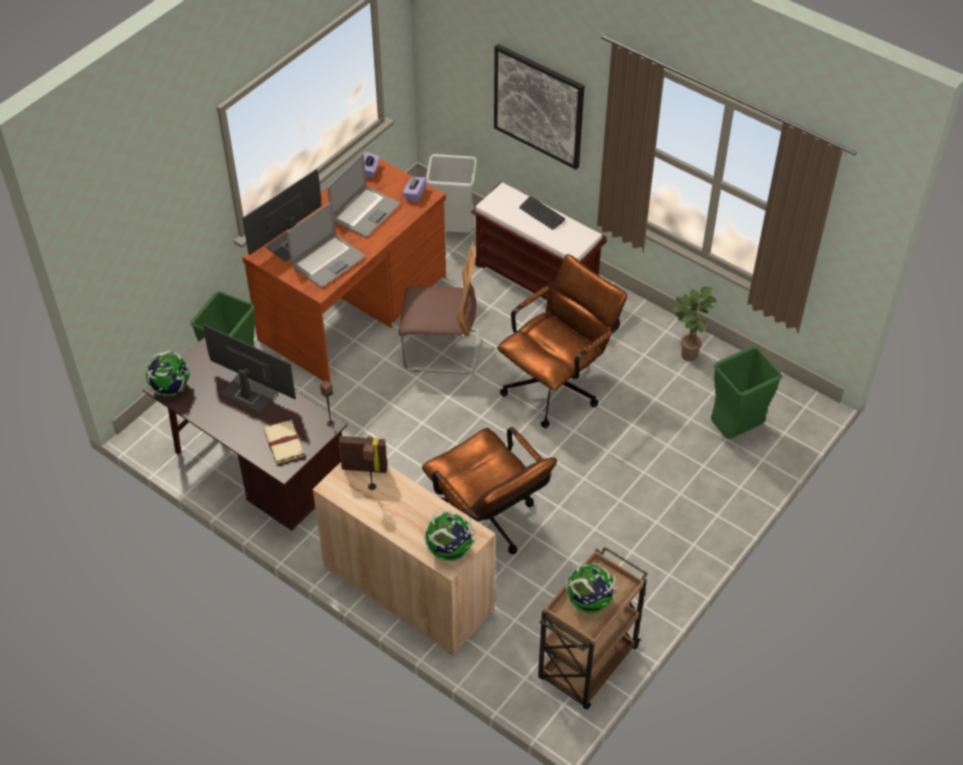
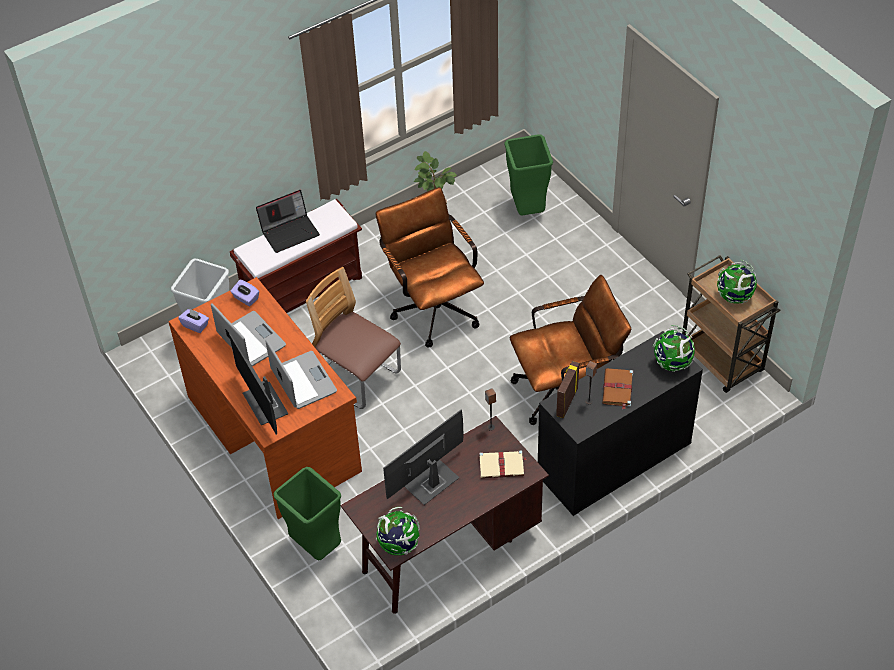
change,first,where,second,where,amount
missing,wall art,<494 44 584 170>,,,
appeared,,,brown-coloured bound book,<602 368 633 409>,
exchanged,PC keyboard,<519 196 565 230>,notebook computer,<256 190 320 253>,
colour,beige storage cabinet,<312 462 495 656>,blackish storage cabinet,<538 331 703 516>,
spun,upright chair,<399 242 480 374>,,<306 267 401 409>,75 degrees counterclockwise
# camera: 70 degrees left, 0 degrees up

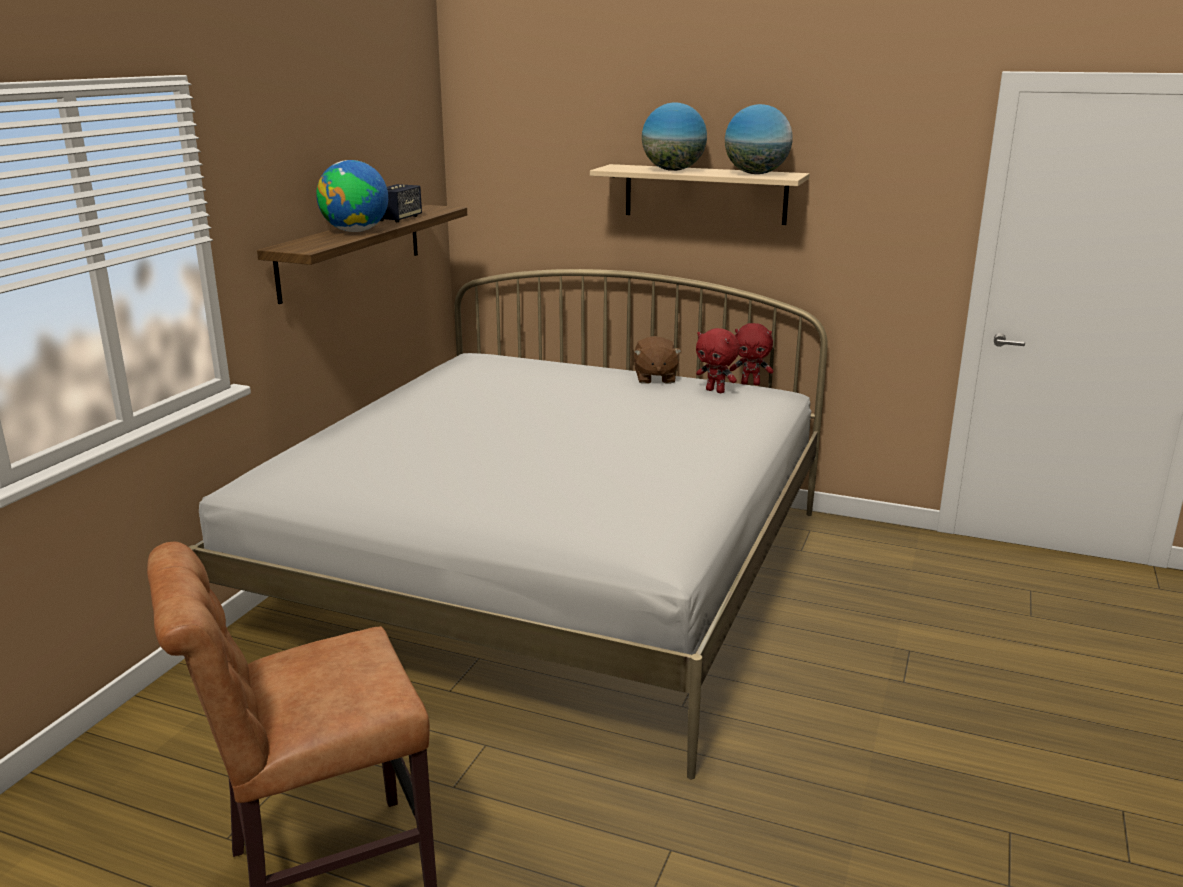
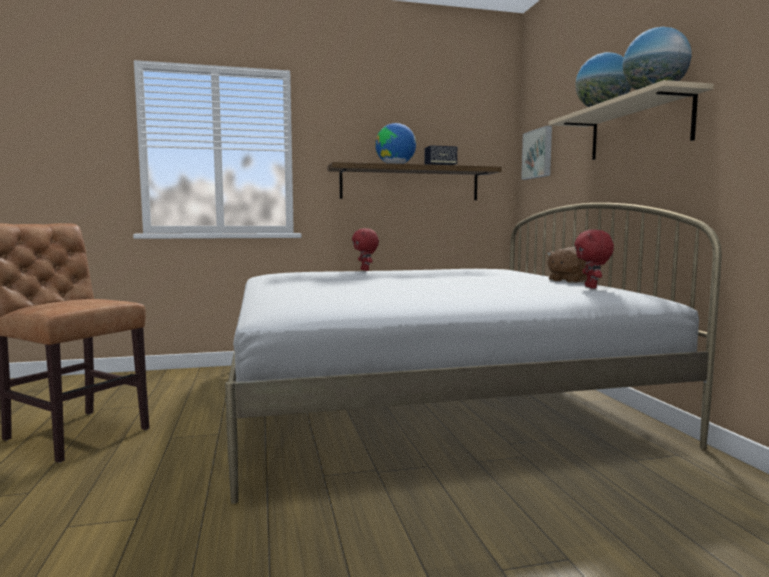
change,first,where,second,where,amount
appeared,,,wall art,<521 126 552 180>,
relocated,red plush toy,<730 323 773 385>,,<352 228 379 271>,
# camera: 55 degrees right, 15 degrees down

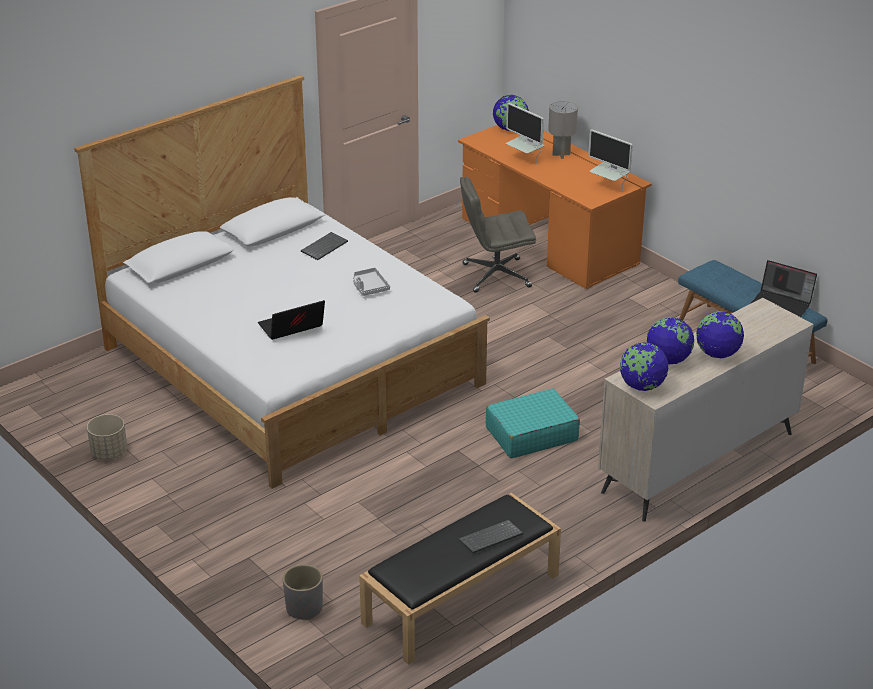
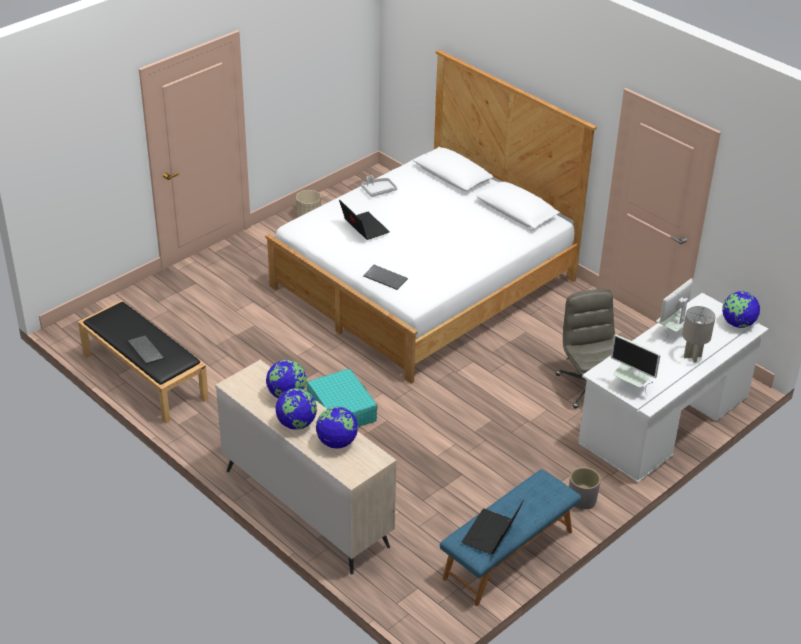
change,first,where,second,where,amount
relocated,gray planter,<283 564 323 620>,,<569 467 601 509>,
relocated,PC keyboard,<301 232 348 260>,,<363 265 408 290>,
relocated,gray tray,<353 267 390 296>,,<361 175 397 197>,
relocated,world globe,<620 343 668 391>,,<316 406 358 448>,
colour,orange desk table,<458 125 652 289>,white-coloured desk table,<578 293 768 483>,
spun,computer display,<588 129 633 192>,,<611 334 661 392>,90 degrees counterclockwise
# camera: 85 degrees right, 5 degrees up

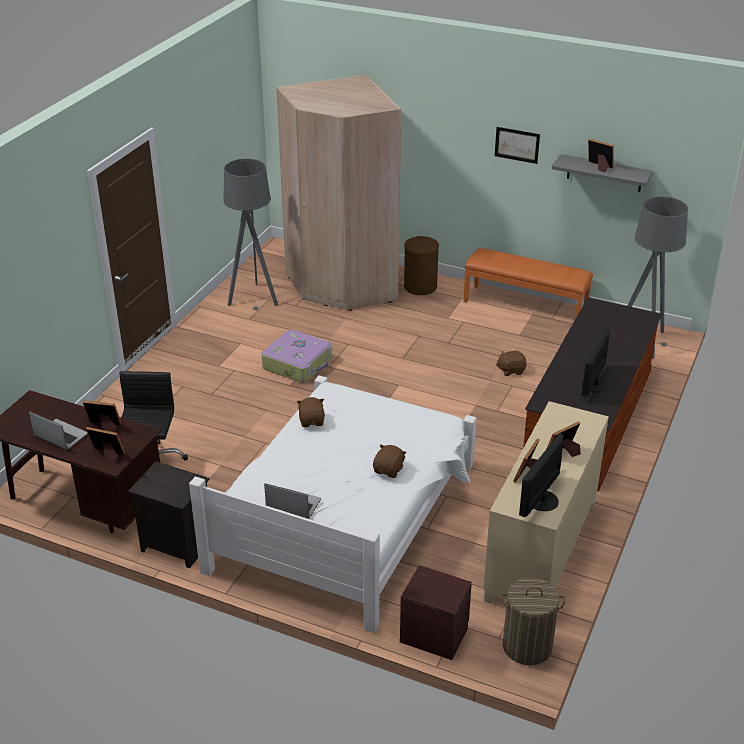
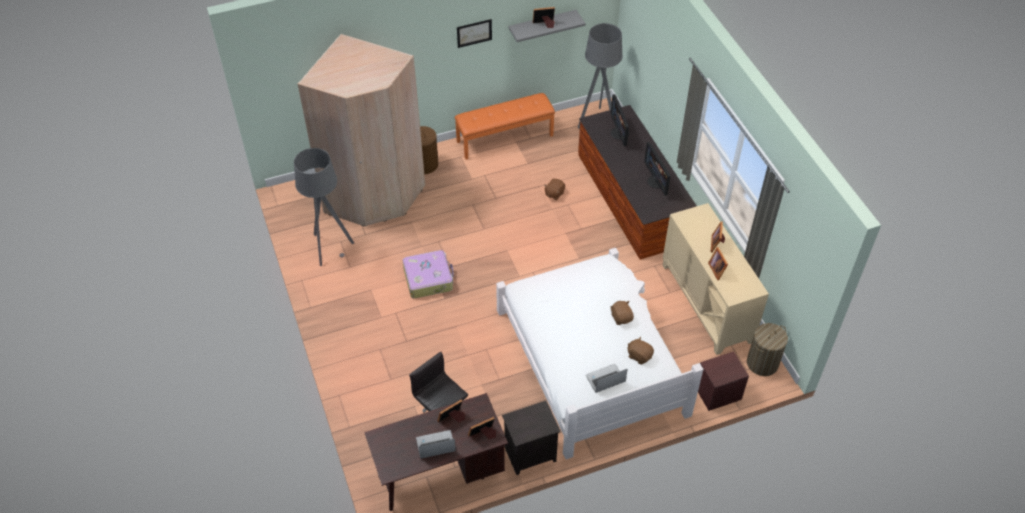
change,first,where,second,where,amount
relocated,brown-coloured plush toy,<297 397 325 427>,,<628 337 654 365>,
relocated,computer display,<519 433 564 517>,,<611 94 629 146>,
# camera: 45 degrees left, 15 degrees up

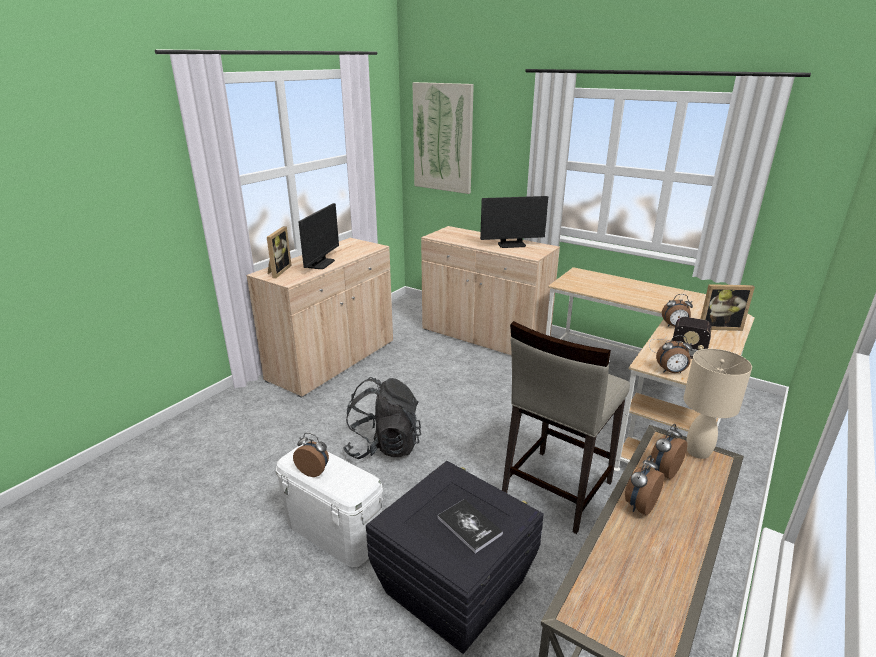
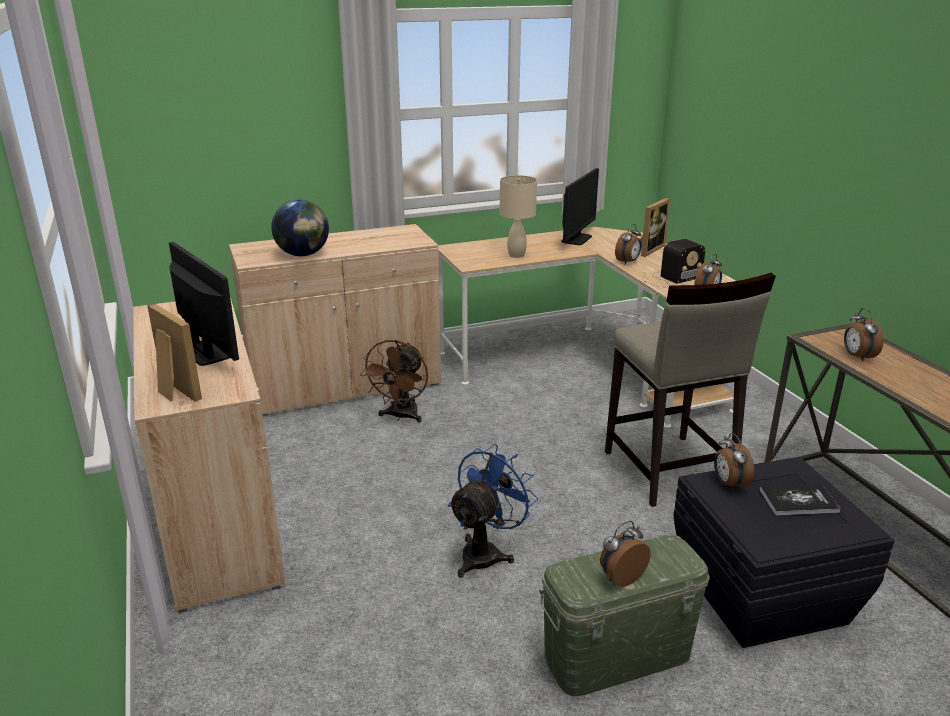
change,first,where,second,where,amount
missing,wall art,<412 82 474 194>,,,
appeared,,,world globe,<271 200 329 256>,
appeared,,,brown-coloured fan,<360 340 428 423>,
relocated,computer display,<480 196 548 248>,,<561 168 599 245>,
relocated,bedside clock,<625 455 664 515>,,<714 433 754 491>,
relocated,beige table lamp,<683 349 752 459>,,<500 175 537 258>,
exchanged,blackish knapsack,<343 377 421 459>,blue fan,<448 444 538 578>,
colour,white-coloured storage container,<276 443 383 567>,greenish storage container,<539 534 710 697>,
# camera: 55 degrees left, 0 degrees up

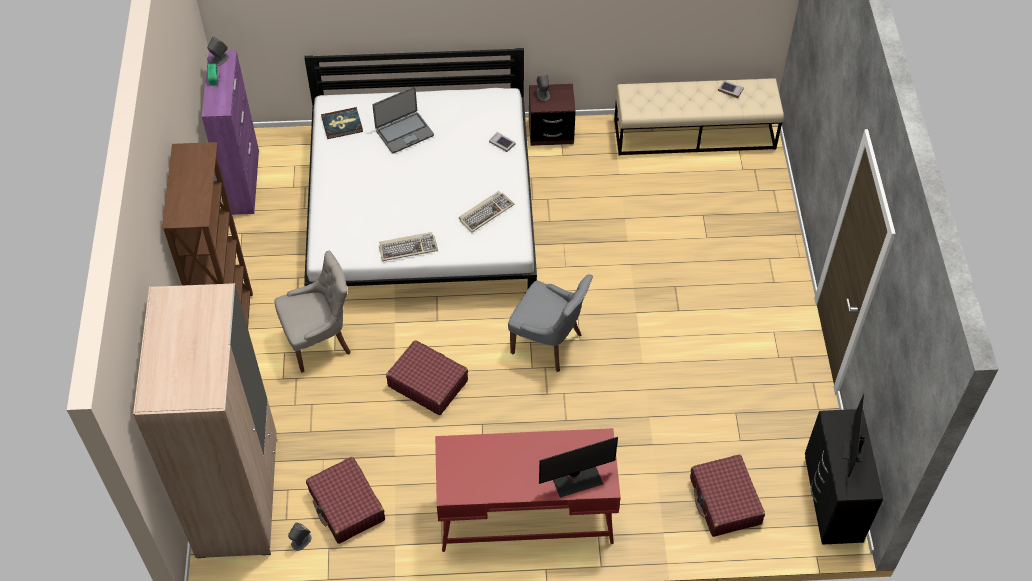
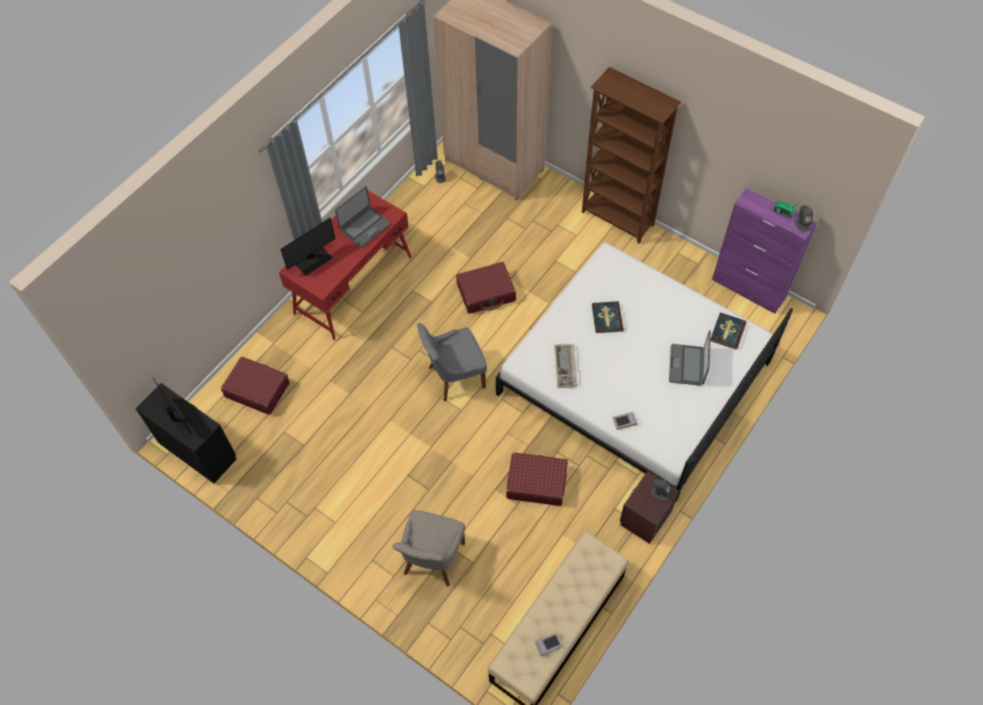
change,first,where,second,where,amount
missing,PC keyboard,<379 232 438 261>,,,
appeared,,,notebook computer,<335 186 391 248>,
appeared,,,bound book,<592 301 624 333>,
relocated,gray upright chair,<274 251 350 373>,,<392 510 465 587>,
relocated,red piece of luggage,<306 457 385 544>,,<506 453 568 506>,
spun,computer display,<539 437 618 498>,,<280 218 335 276>,150 degrees counterclockwise
# camera: 130 degrees right, 5 degrees up

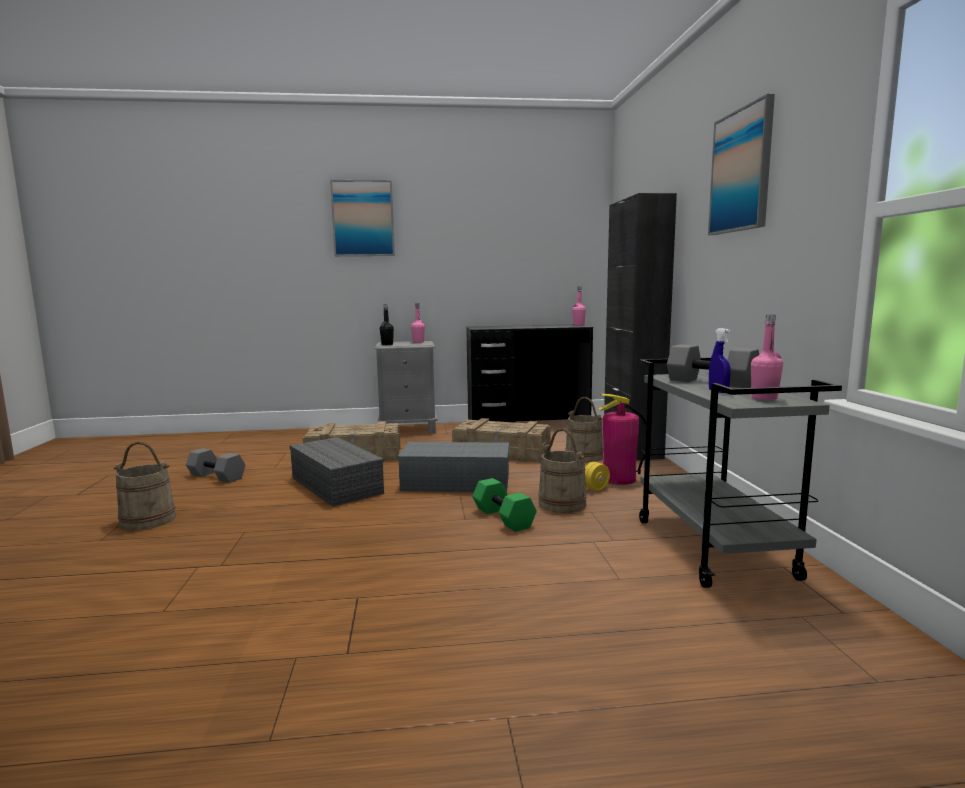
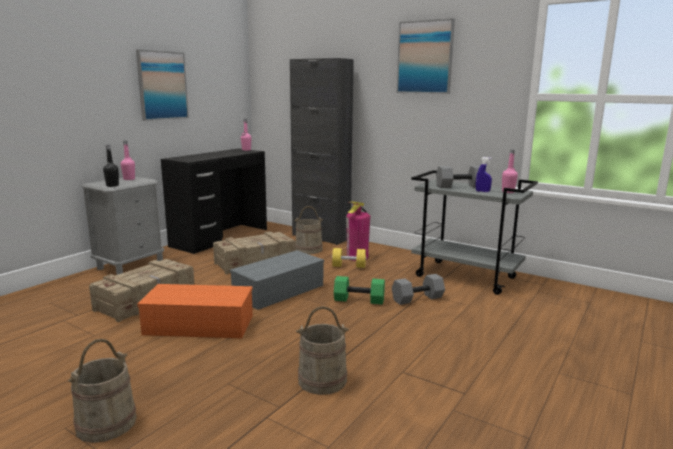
change,first,where,second,where,amount
relocated,gray dumbbell,<186 448 246 483>,,<392 274 445 305>,
relocated,wall art,<330 180 395 256>,,<136 49 189 121>,
relocated,beige pail,<538 428 587 513>,,<296 306 349 395>,
colour,gray storage container,<290 437 384 507>,orange storage container,<137 284 253 338>,
# camera: 50 degrees left, 5 degrees up

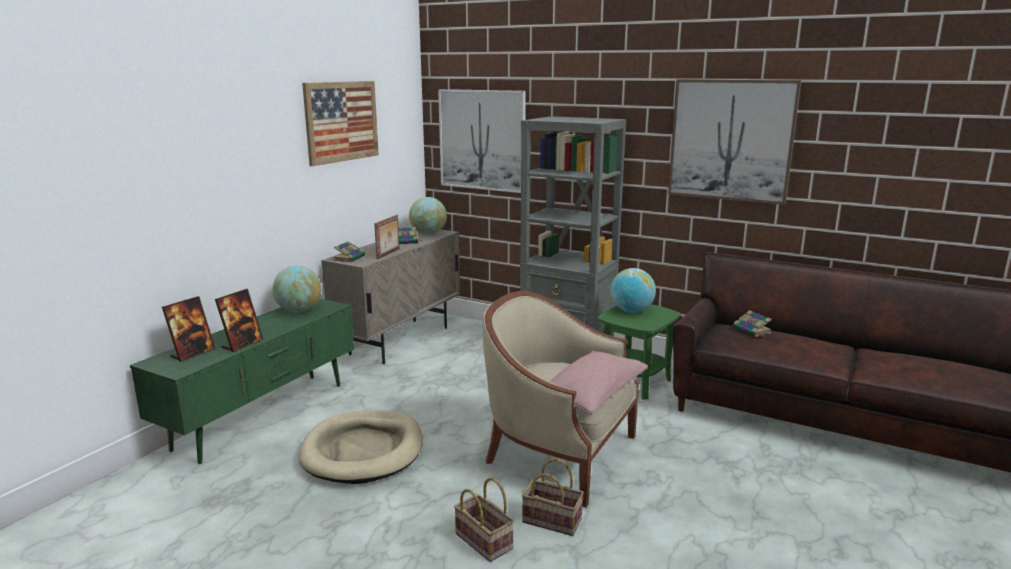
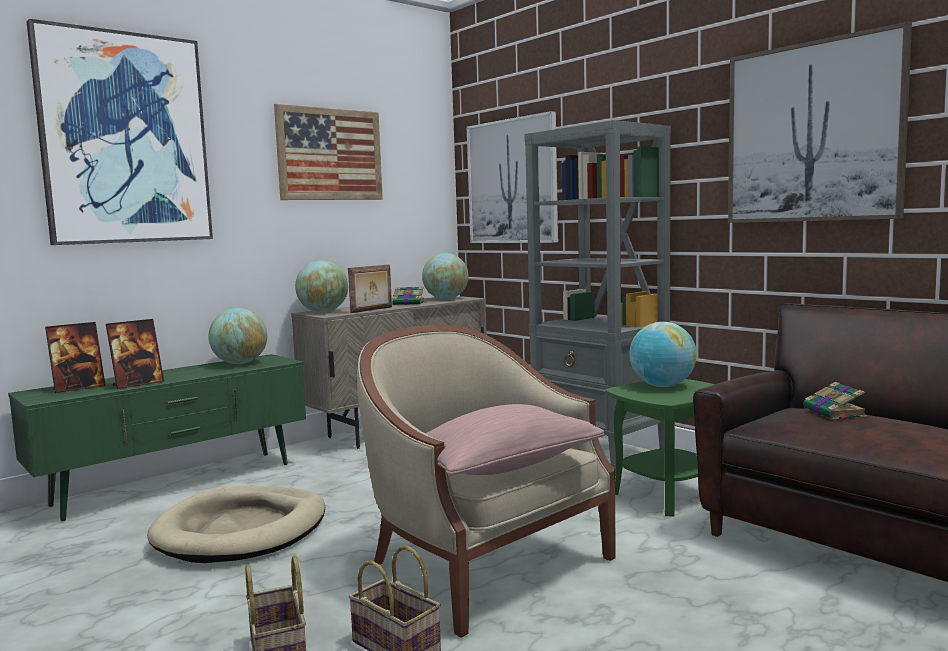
change,first,where,second,where,amount
appeared,,,wall art,<27 19 213 245>,
exchanged,bound book,<333 241 365 262>,world globe,<295 260 348 312>,
# camera: 20 degrees right, 10 degrees down

